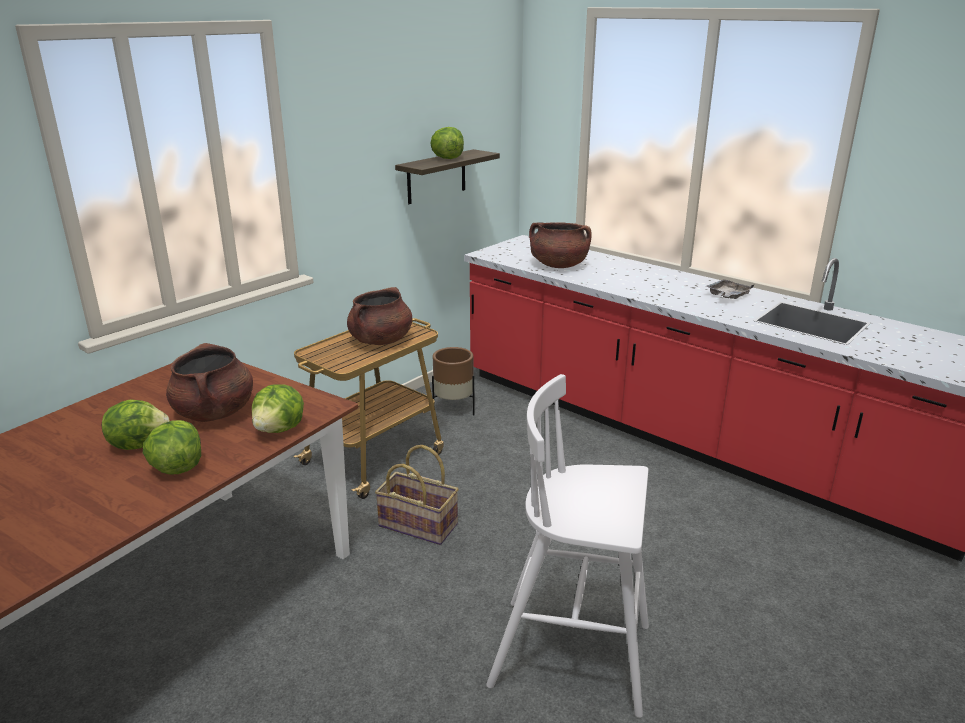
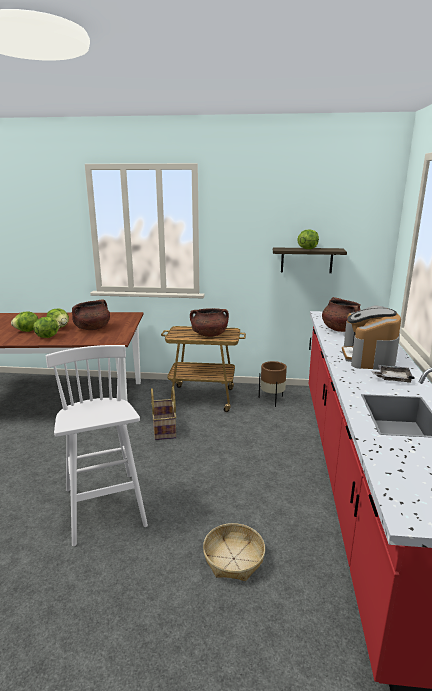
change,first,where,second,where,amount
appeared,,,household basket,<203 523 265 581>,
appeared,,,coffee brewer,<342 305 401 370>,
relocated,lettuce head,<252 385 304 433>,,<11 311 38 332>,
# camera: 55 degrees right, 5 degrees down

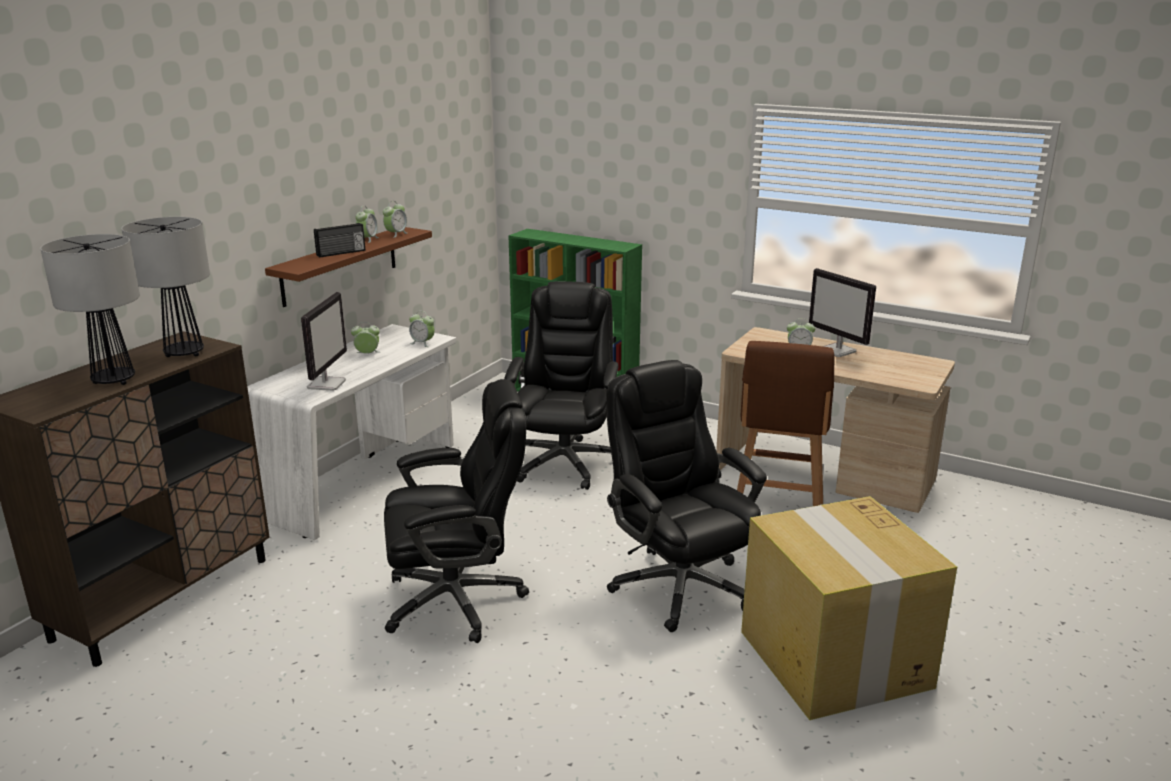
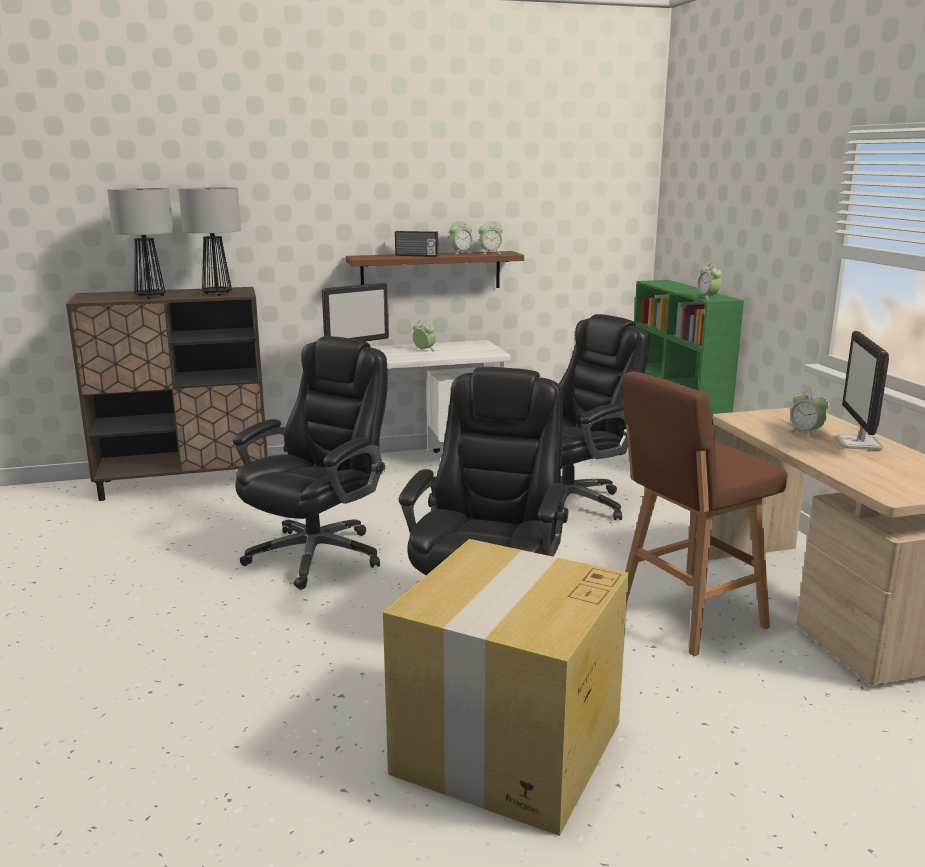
change,first,where,second,where,amount
relocated,bedside clock,<409 311 435 347>,,<696 263 722 300>,
spun,blackish computer chair,<384 379 529 643>,,<233 336 388 590>,90 degrees counterclockwise
# camera: 45 degrees right, 5 degrees down

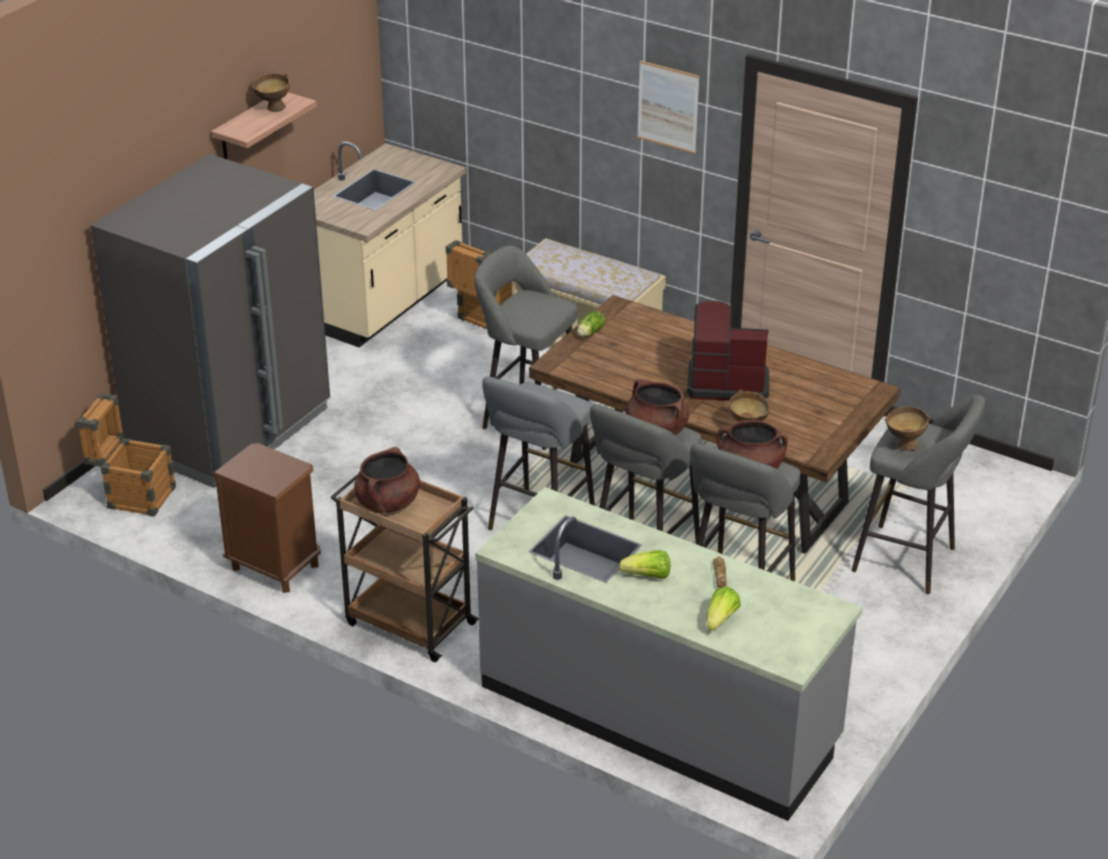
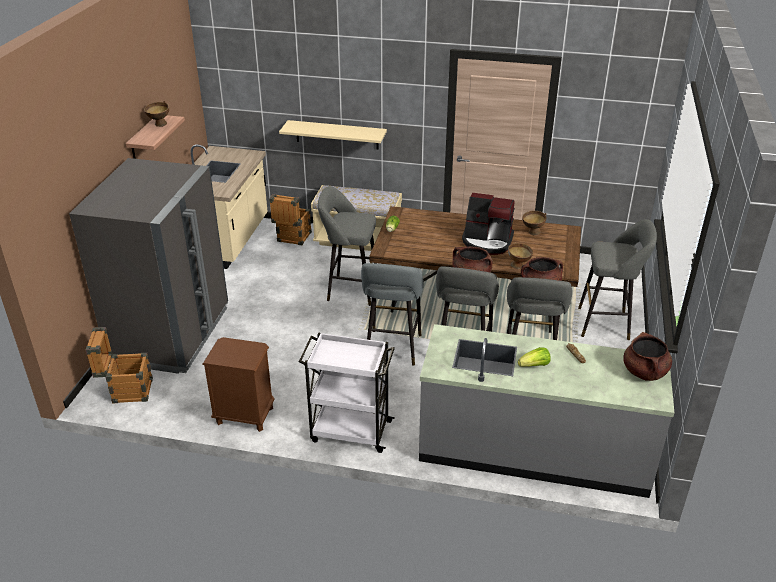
change,first,where,second,where,amount
missing,wall art,<637 60 700 154>,,,
missing,lettuce head,<707 587 740 631>,,,
appeared,,,beige bracket shelf,<279 120 387 150>,
relocated,brown-coloured cooking pot,<354 447 420 513>,,<623 332 672 381>,
relocated,brown-coloured bowl,<884 407 930 451>,,<522 211 546 235>,
colour,brown-coloured wheeled cart,<331 473 479 662>,white-coloured wheeled cart,<299 332 395 453>,
spun,coffee brewer,<687 301 769 401>,,<462 193 515 255>,150 degrees counterclockwise
# camera: 20 degrees left, 0 degrees up

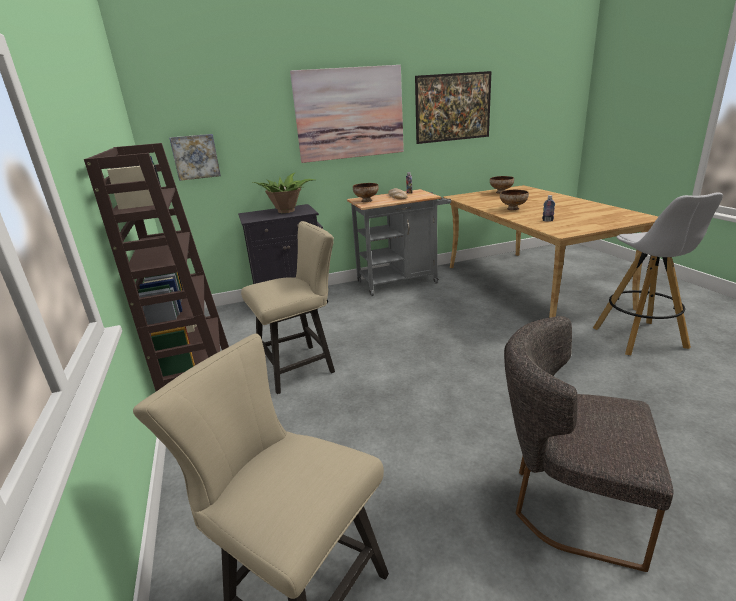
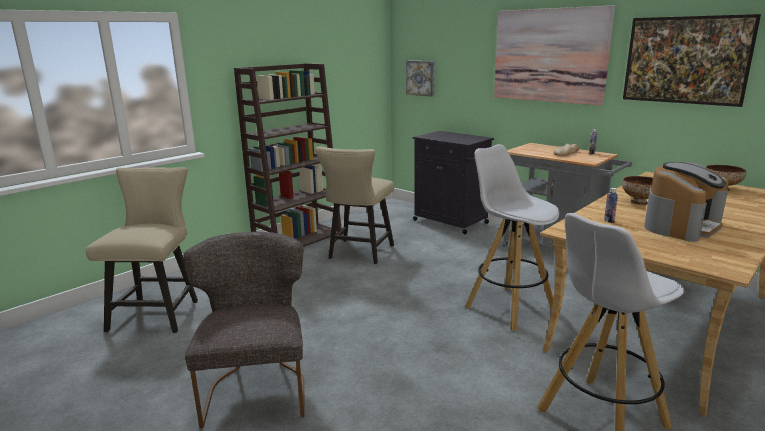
change,first,where,second,where,amount
missing,potted plant,<253 173 316 213>,,,
missing,bowl,<353 183 379 202>,,,
appeared,,,white-coloured stool,<465 144 559 331>,
appeared,,,coffee brewer,<645 162 729 242>,
spun,beige upright chair,<241 221 335 394>,,<315 146 394 264>,75 degrees clockwise
# camera: 60 degrees right, 5 degrees down

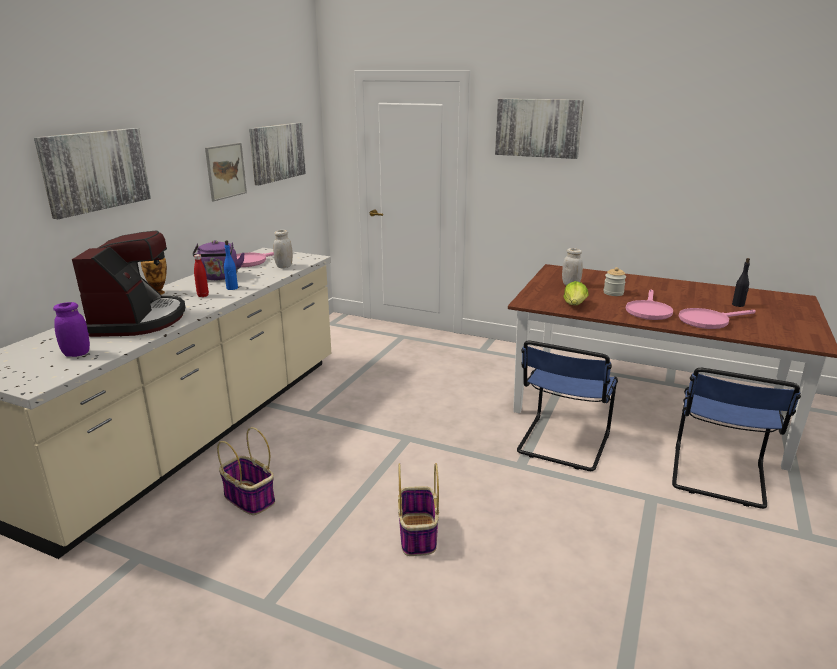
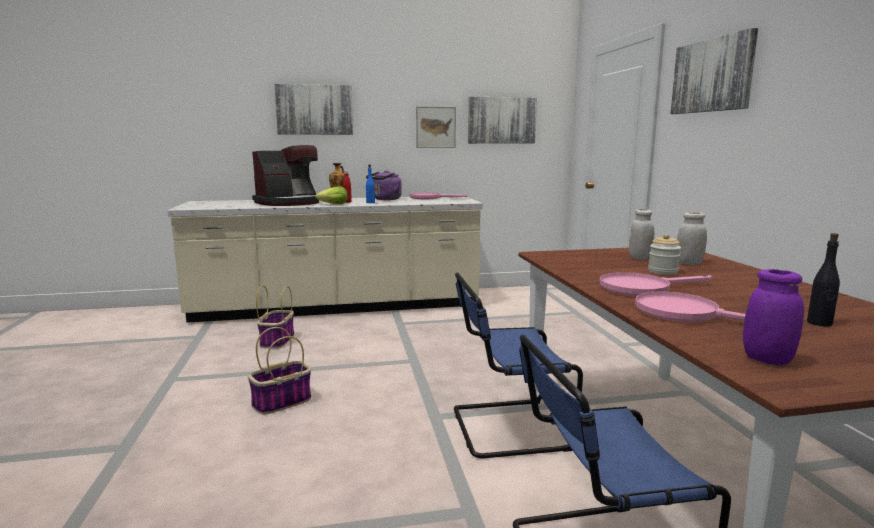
change,first,where,second,where,amount
relocated,purplish jar,<53 302 90 357>,,<743 269 804 365>,
relocated,white-coloured jar,<273 230 293 269>,,<677 212 707 265>,
relocated,lettuce head,<563 281 589 305>,,<315 186 348 204>,
# camera: 55 degrees right, 10 degrees down

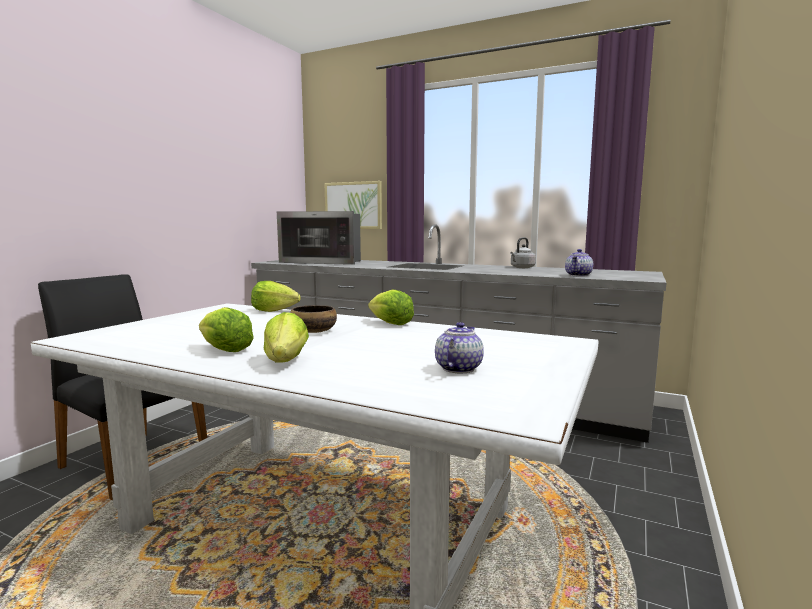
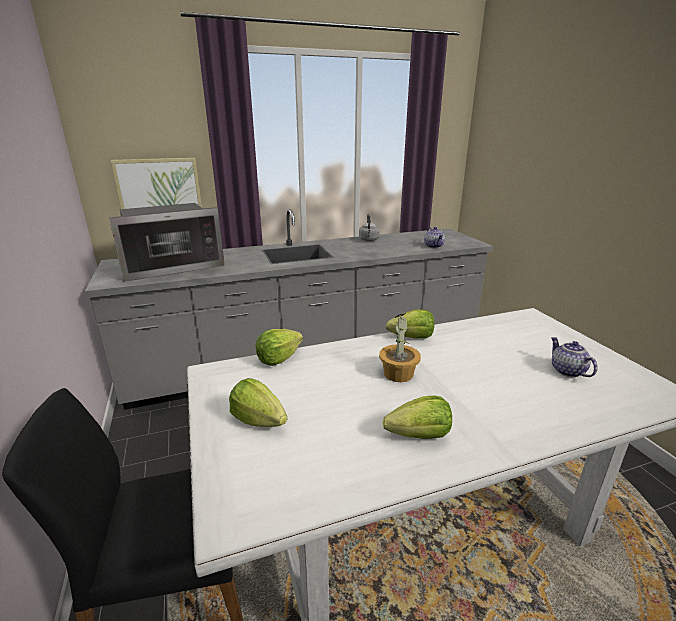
change,first,where,second,where,amount
relocated,lettuce head,<264 312 309 362>,,<229 378 287 427>,
exchanged,bowl,<290 305 337 333>,potted plant,<379 313 421 382>,
# camera: 45 degrees left, 15 degrees up

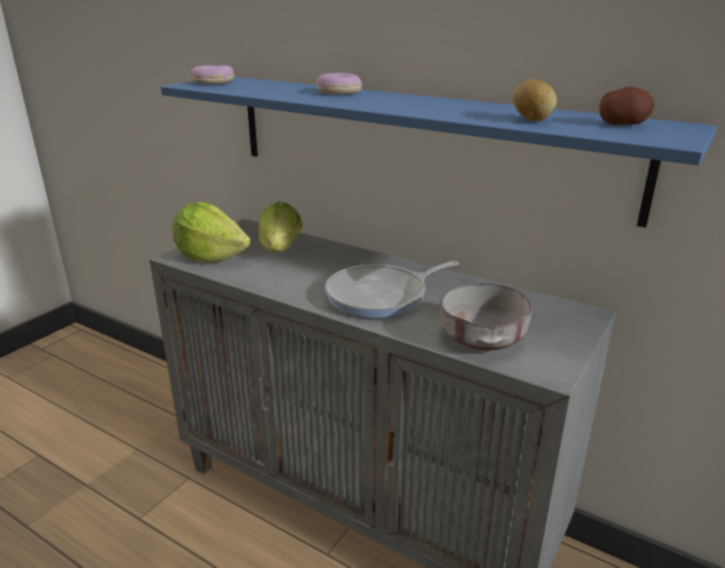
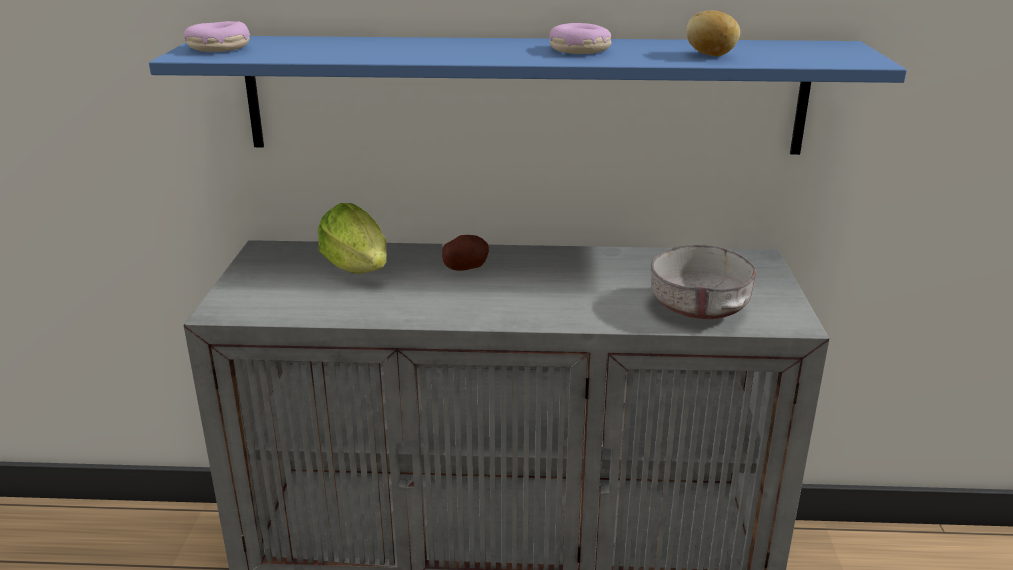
change,first,where,second,where,amount
missing,lettuce head,<172 202 250 262>,,,
missing,pan,<325 261 459 319>,,,
relocated,doughnut,<316 73 362 95>,,<549 23 611 54>,
relocated,spud,<599 87 654 125>,,<442 235 489 271>,
# camera: 30 degrees left, 0 degrees up

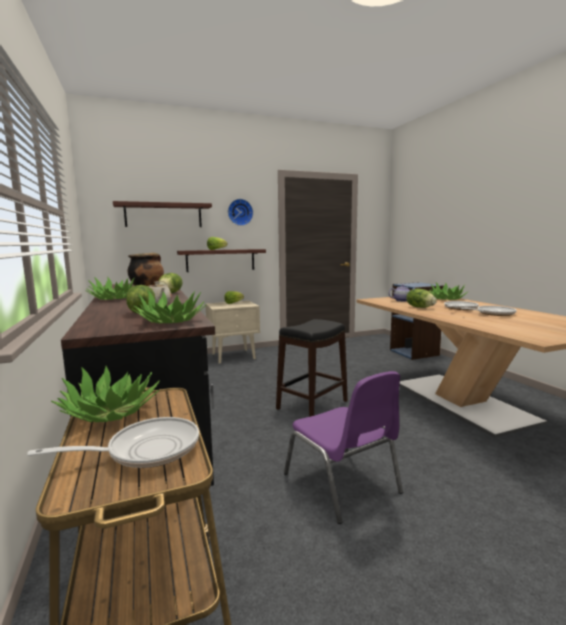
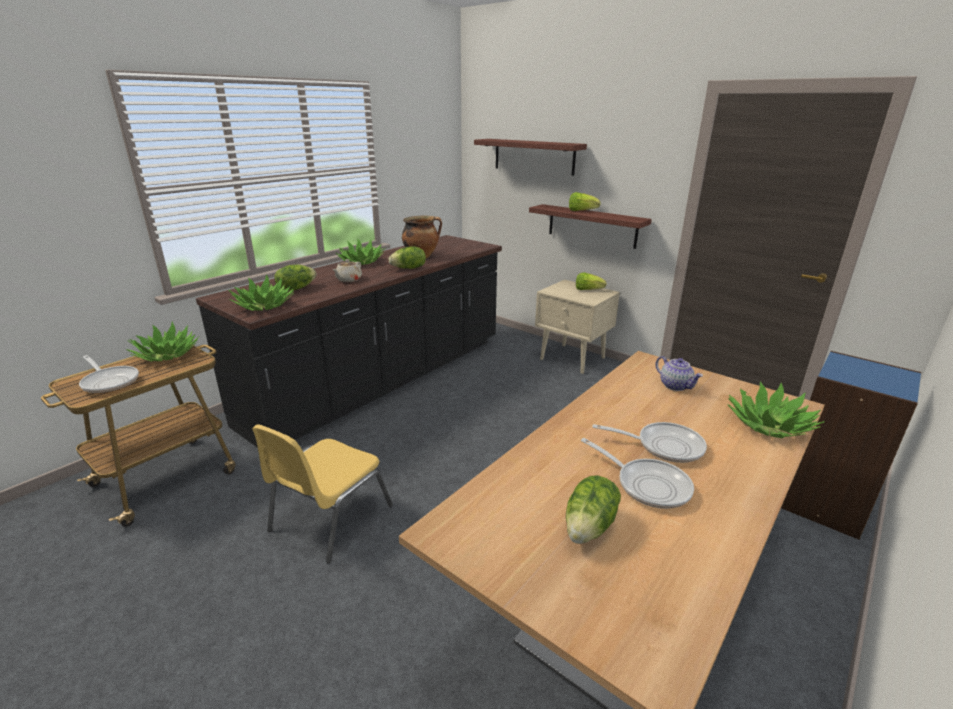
change,first,where,second,where,amount
missing,wall clock,<228 199 253 226>,,,
missing,blackish stool,<276 319 348 417>,,,
relocated,lettuce head,<406 289 437 308>,,<566 475 621 544>,
colour,purplish upright chair,<284 371 403 524>,yellow-coloured upright chair,<252 424 393 563>,
# camera: 60 degrees right, 15 degrees up

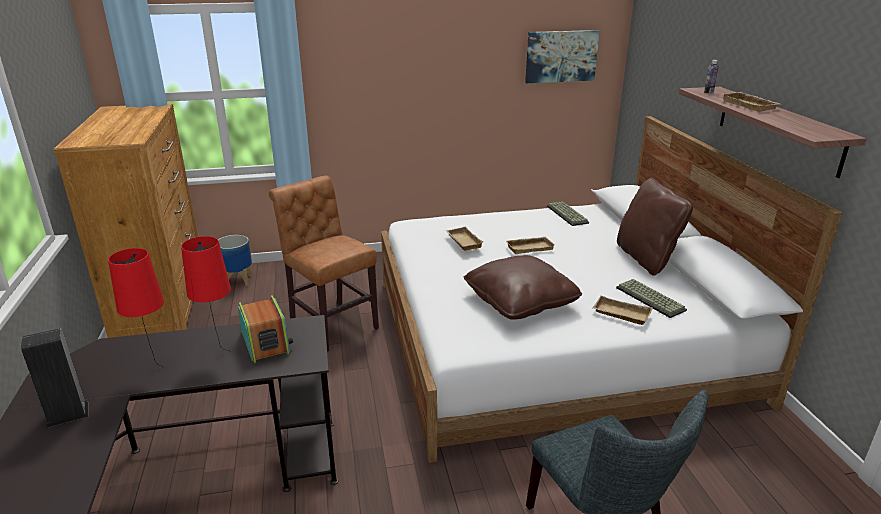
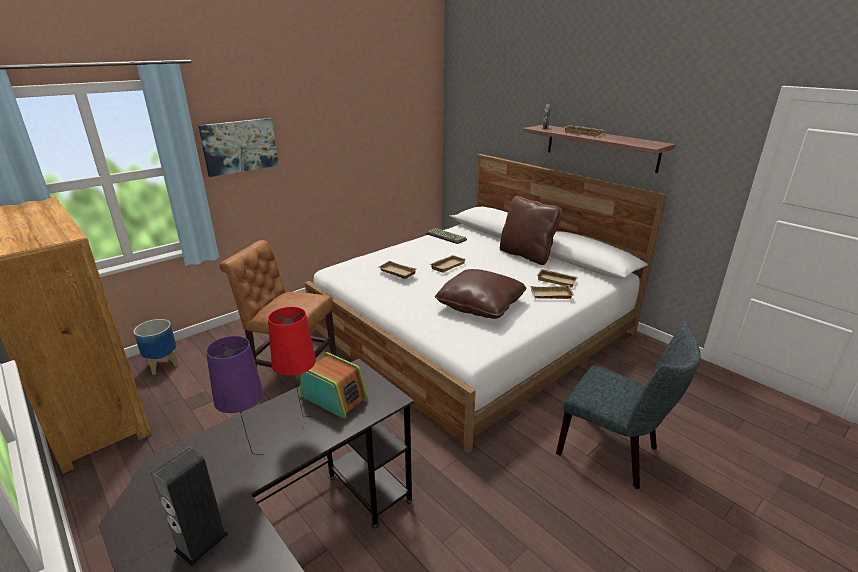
change,first,where,second,where,amount
relocated,wall art,<525 30 600 83>,,<198 118 279 177>,
exchanged,PC keyboard,<616 279 687 318>,beige tray,<536 269 578 288>,
colour,red table lamp,<108 248 168 369>,purplish table lamp,<206 336 264 455>,
# camera: 30 degrees left, 0 degrees up

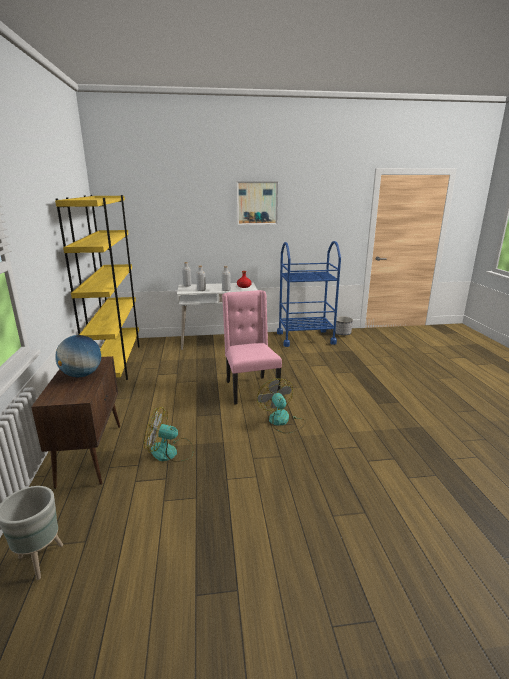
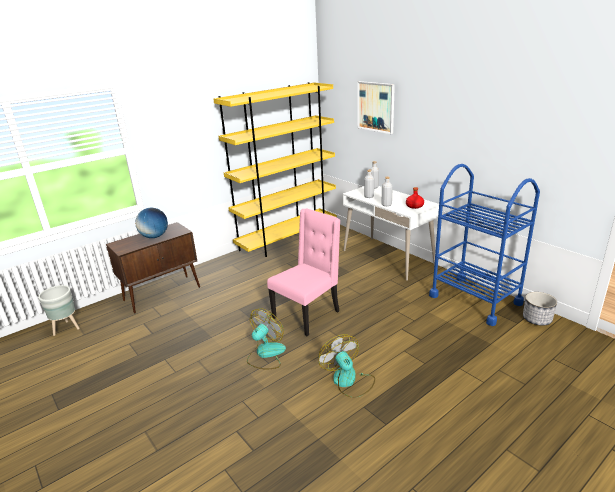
change,first,where,second,where,amount
relocated,fan,<144 407 194 462>,,<319 334 375 398>,
relocated,wall art,<236 181 278 225>,,<357 81 395 134>,
# camera: 60 degrees right, 5 degrees up

